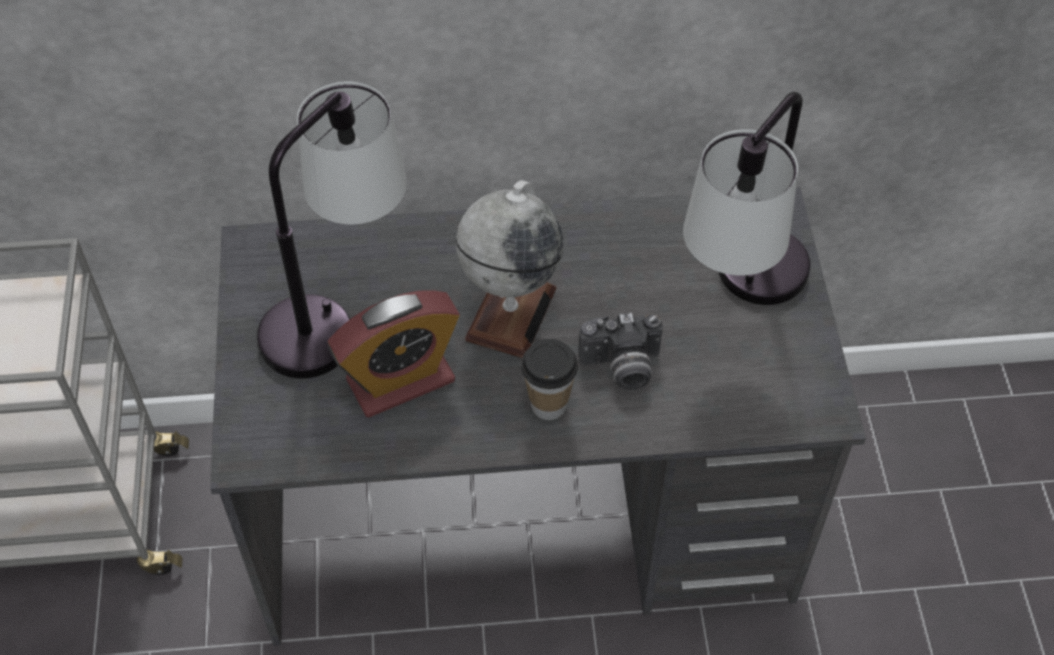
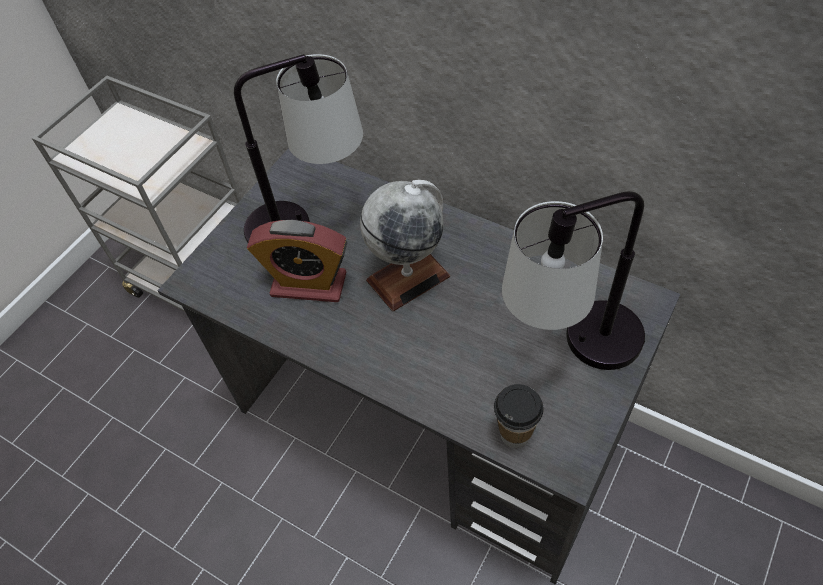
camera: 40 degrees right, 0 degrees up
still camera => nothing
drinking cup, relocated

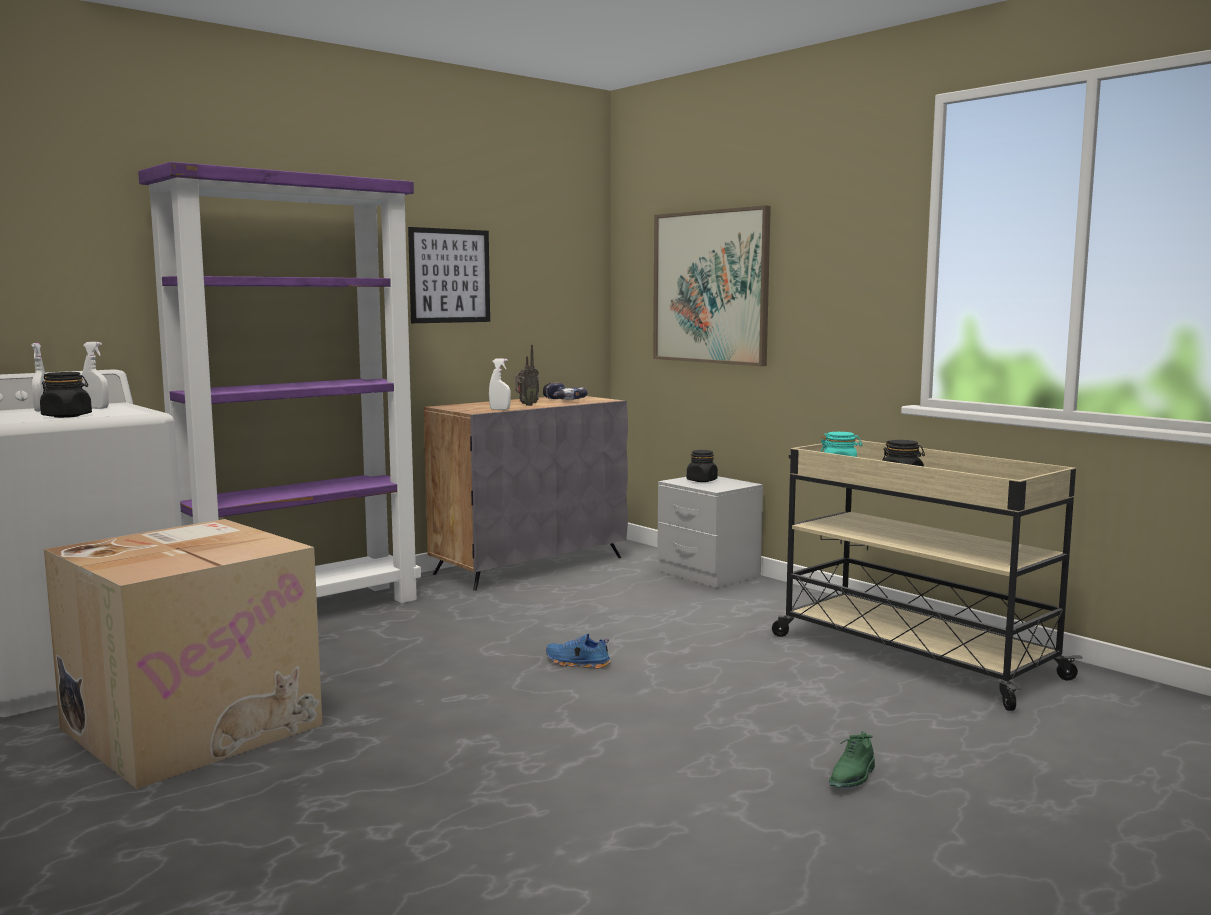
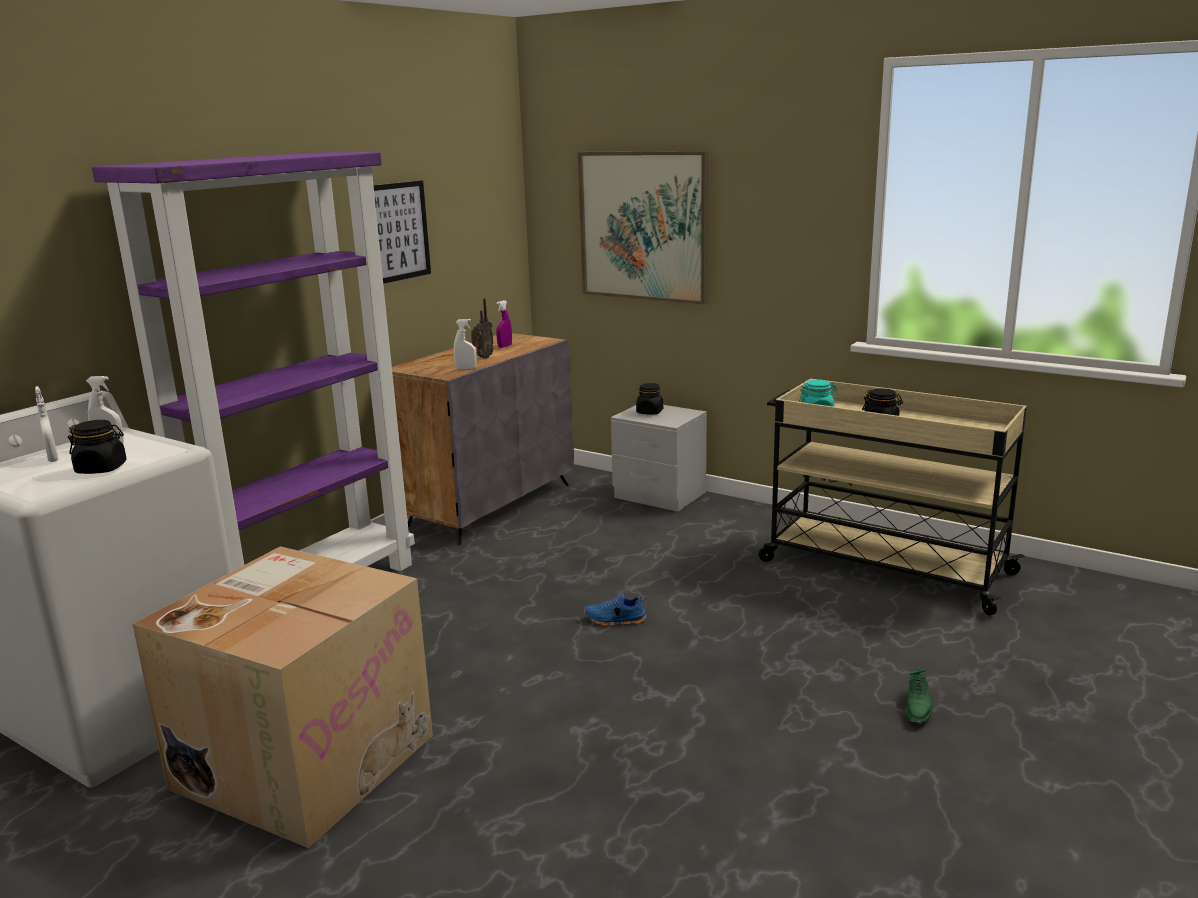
camera: 15 degrees left, 10 degrees up
power drill => purplish spray bottle

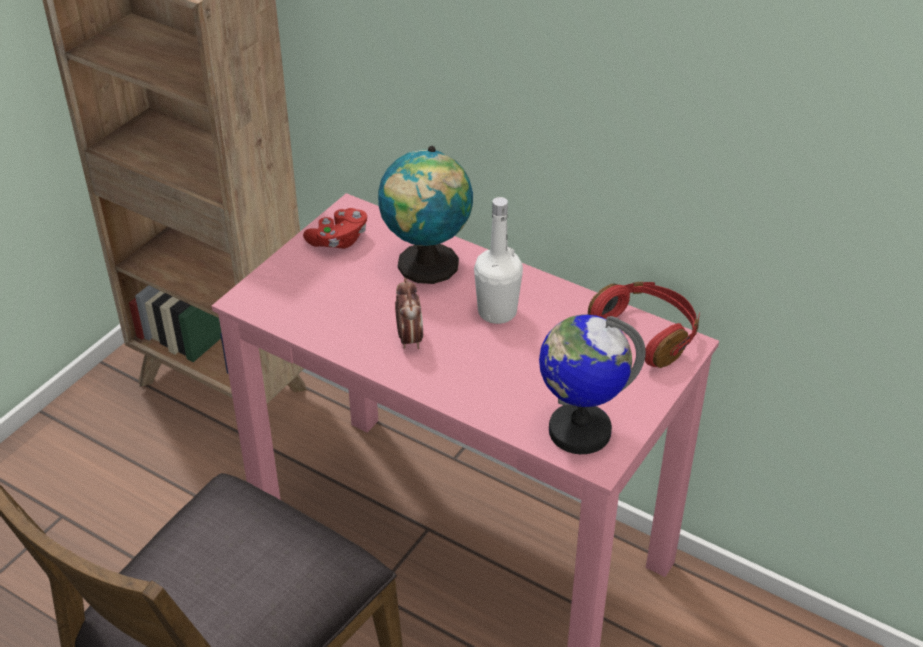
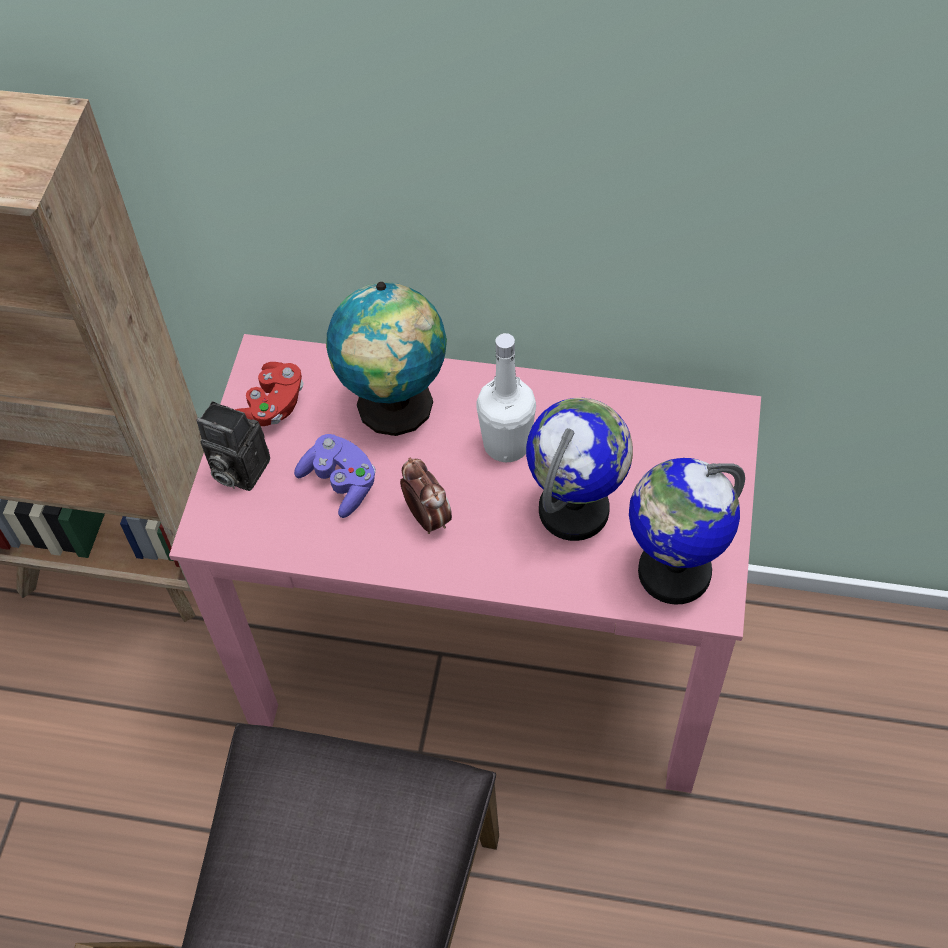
camera: 20 degrees left, 15 degrees up
red headphones => nothing
nothing => desk globe (no. 2 from left)
nothing => still camera
nothing => purplish gamepad

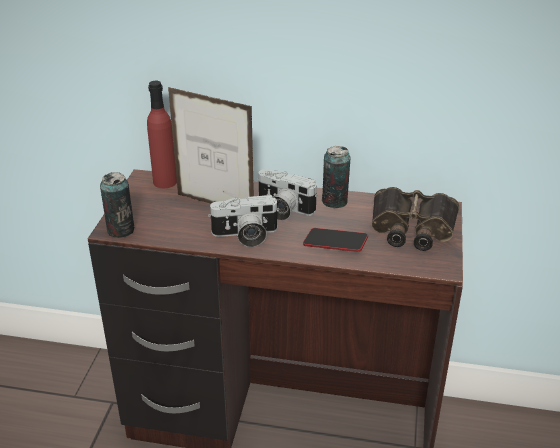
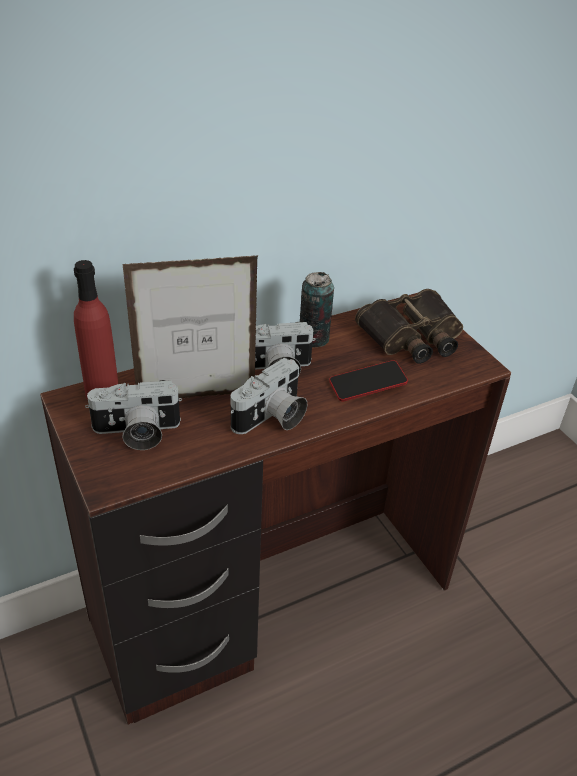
camera: 40 degrees left, 5 degrees up
metal can (no. 1 from left) => nothing
nothing => still camera (no. 1 from left)

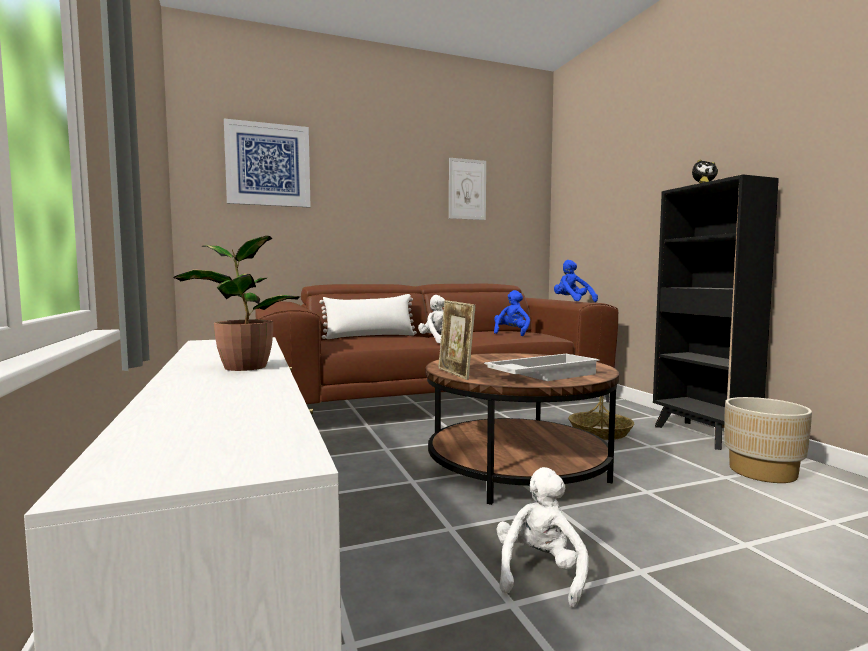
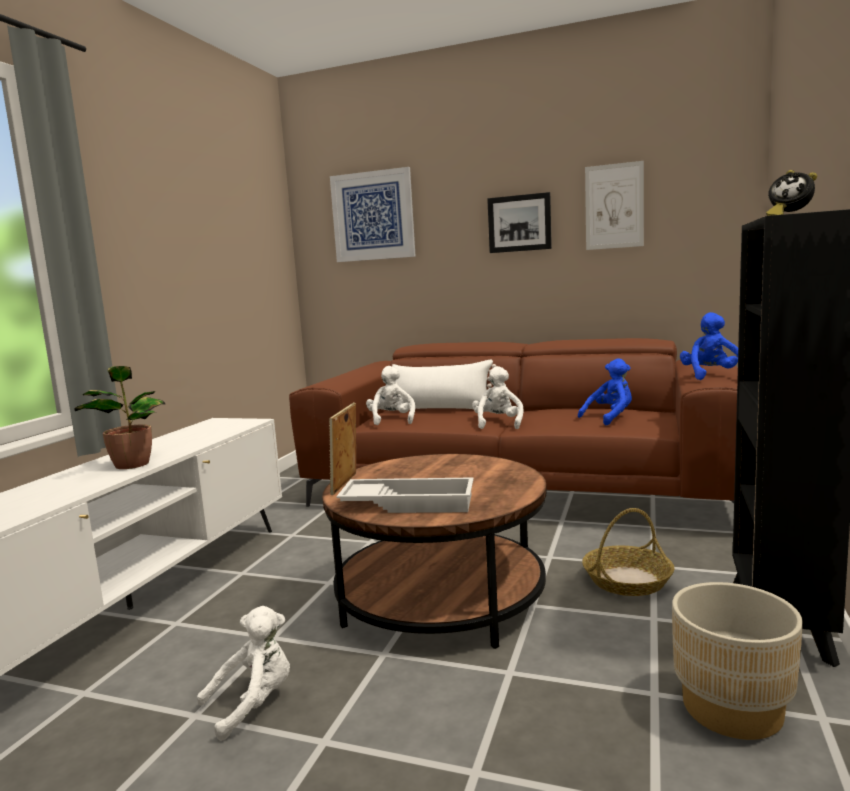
camera: 40 degrees right, 5 degrees up
nothing => wall art (no. 2 from left)
nothing => white plush toy (no. 2 from left)

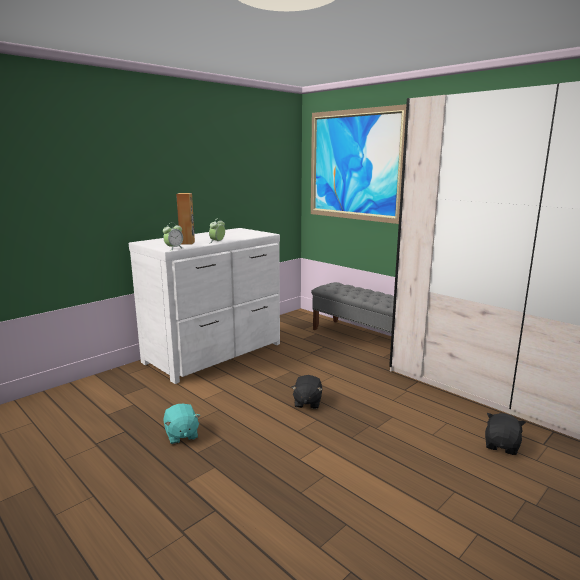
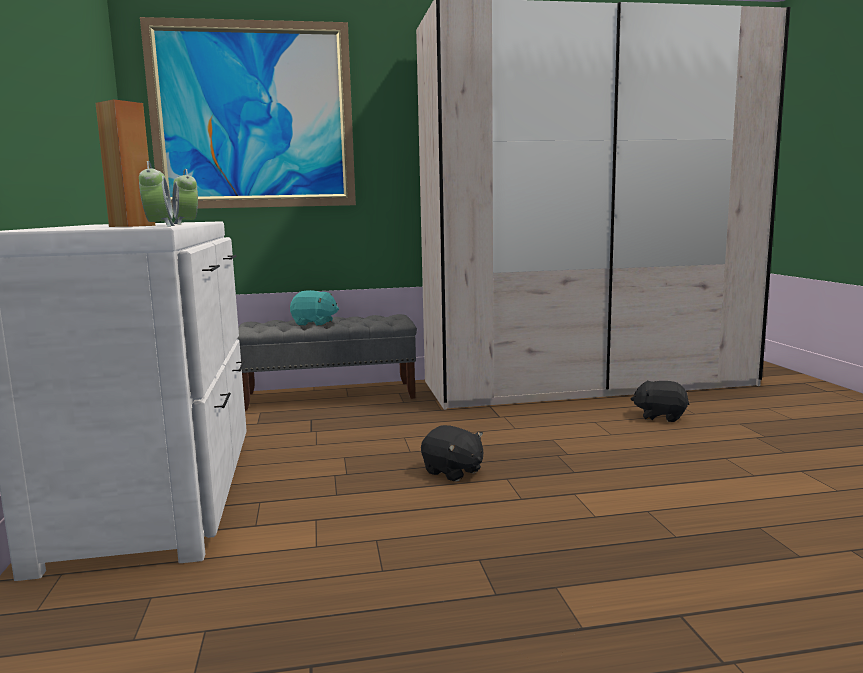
camera: 55 degrees left, 5 degrees down
blue-green plush toy, relocated
blackish plush toy (no. 2 from left), 45 degrees counterclockwise

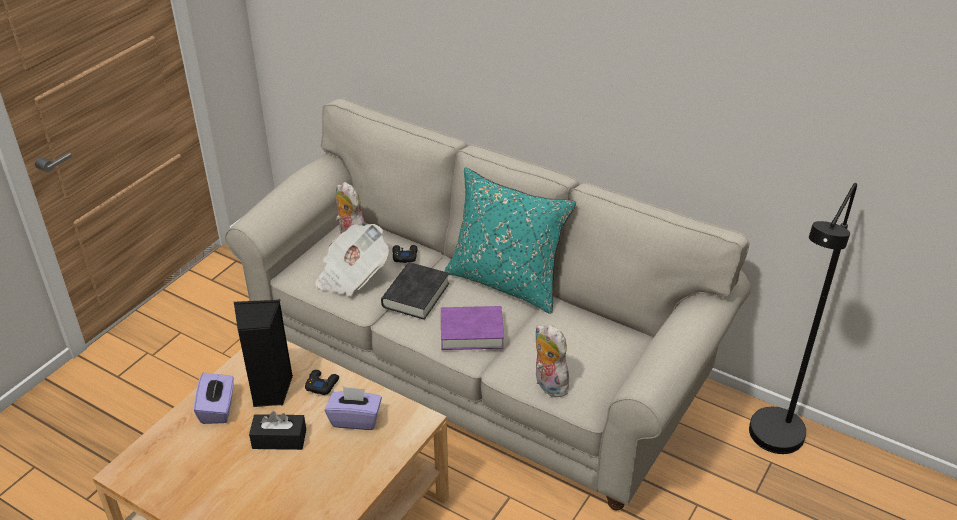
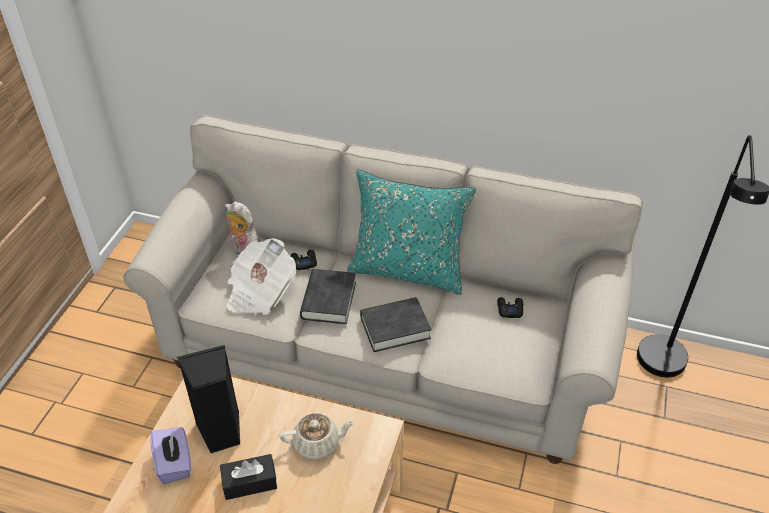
camera: 15 degrees left, 5 degrees up
purplish volume => blackish volume (no. 2 from left)
plush toy (no. 2 from left) => nothing
blackish gamepad (no. 1 from left in the first image) => blackish gamepad (no. 2 from left), relocated
purplish tissue holder (no. 2 from left) => beige teapot

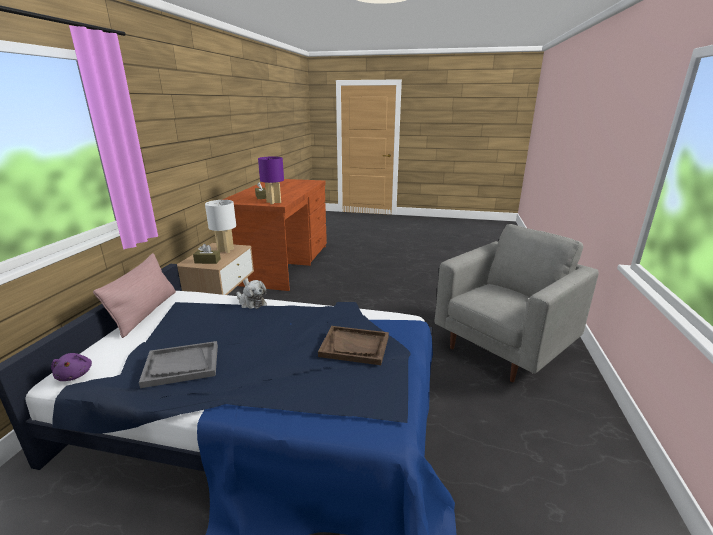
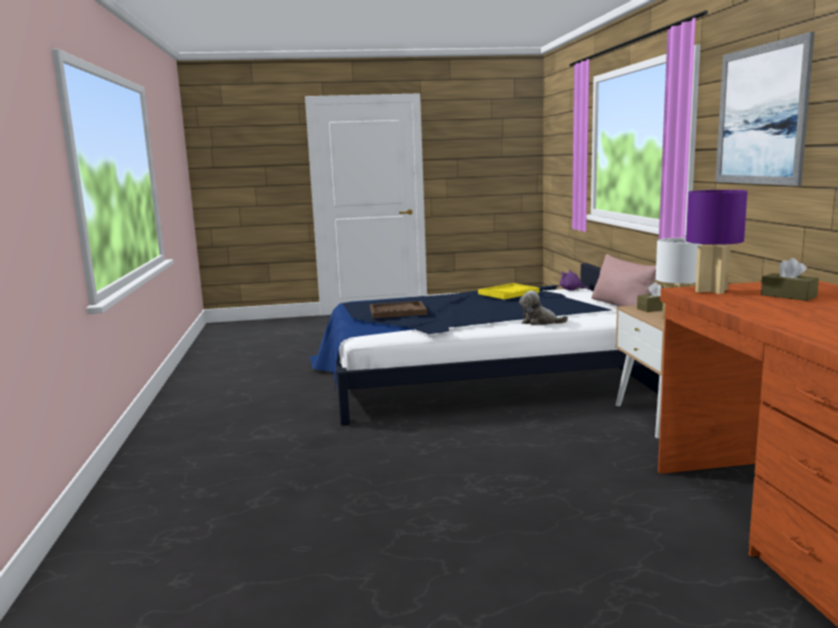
camera: 160 degrees right, 10 degrees down
grey armchair => nothing
grey tray => yellowish tray
nothing => wall art

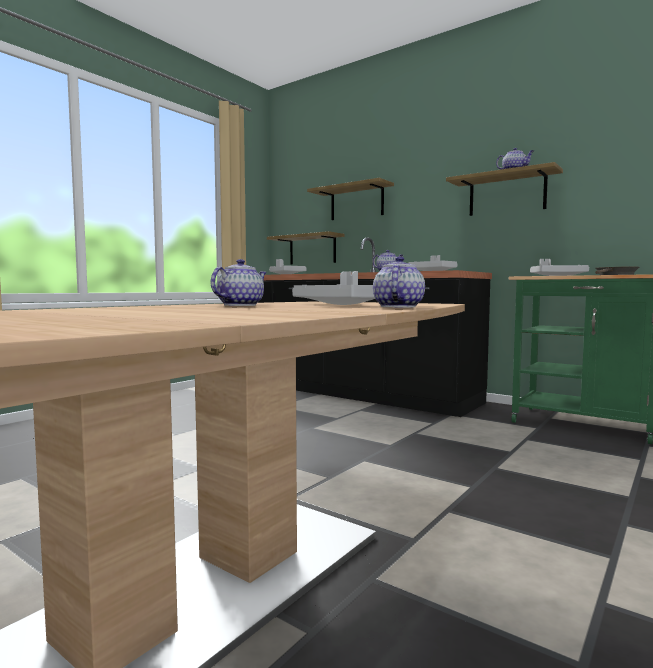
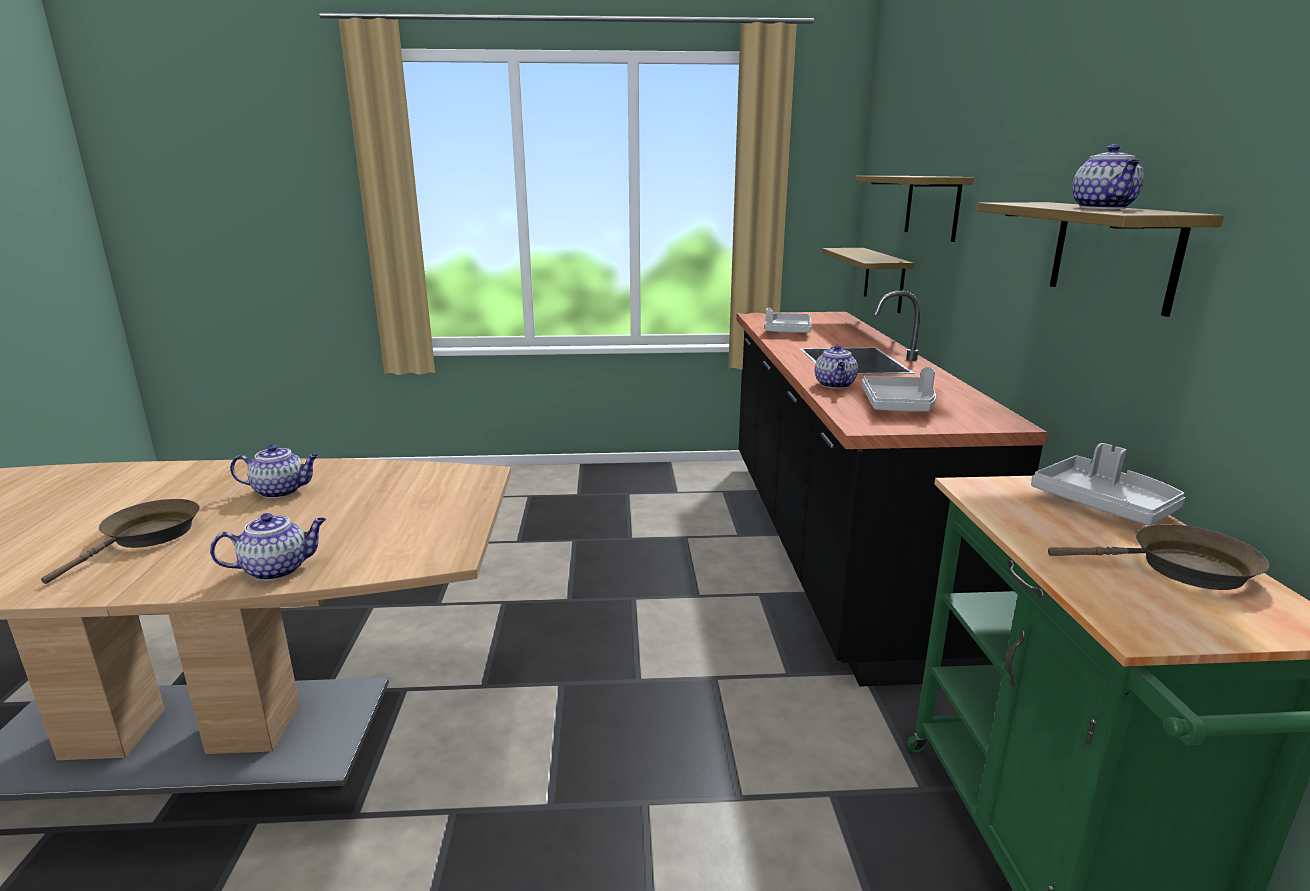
camera: 50 degrees right, 15 degrees up
grey tray (no. 2 from left) => nothing
nothing => brown pan (no. 1 from left)

